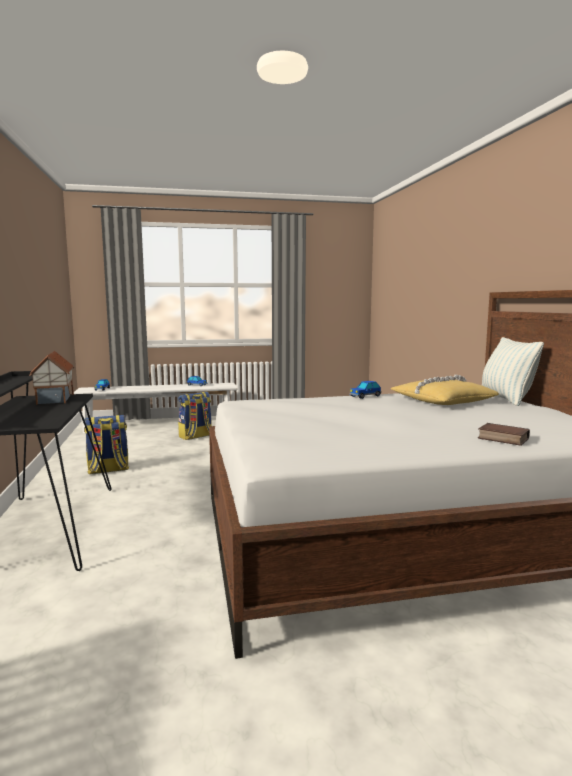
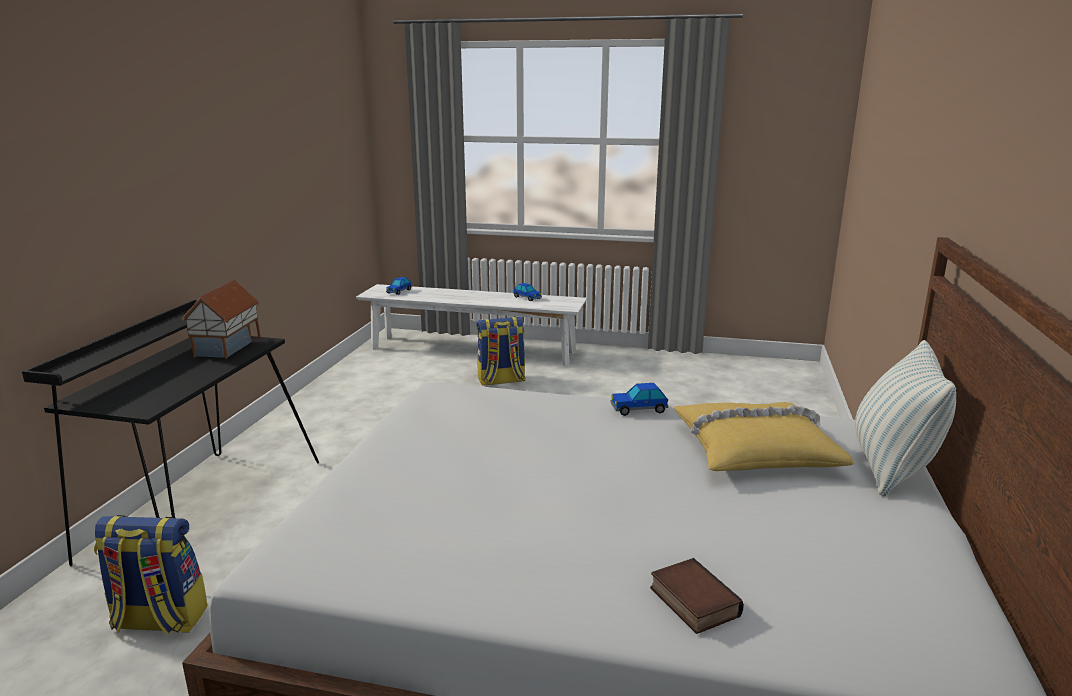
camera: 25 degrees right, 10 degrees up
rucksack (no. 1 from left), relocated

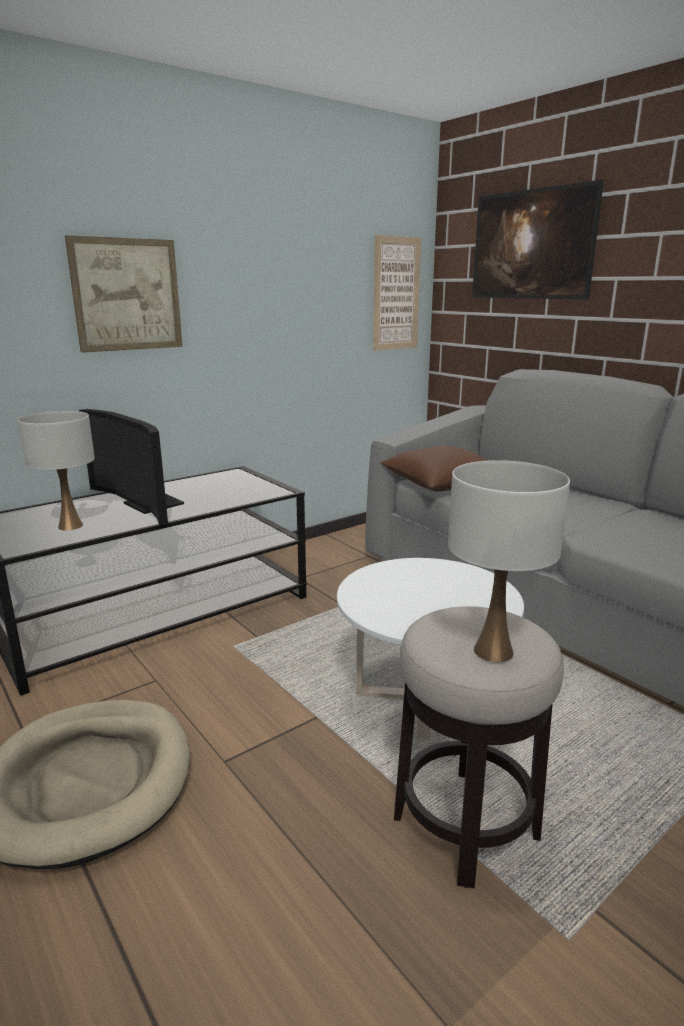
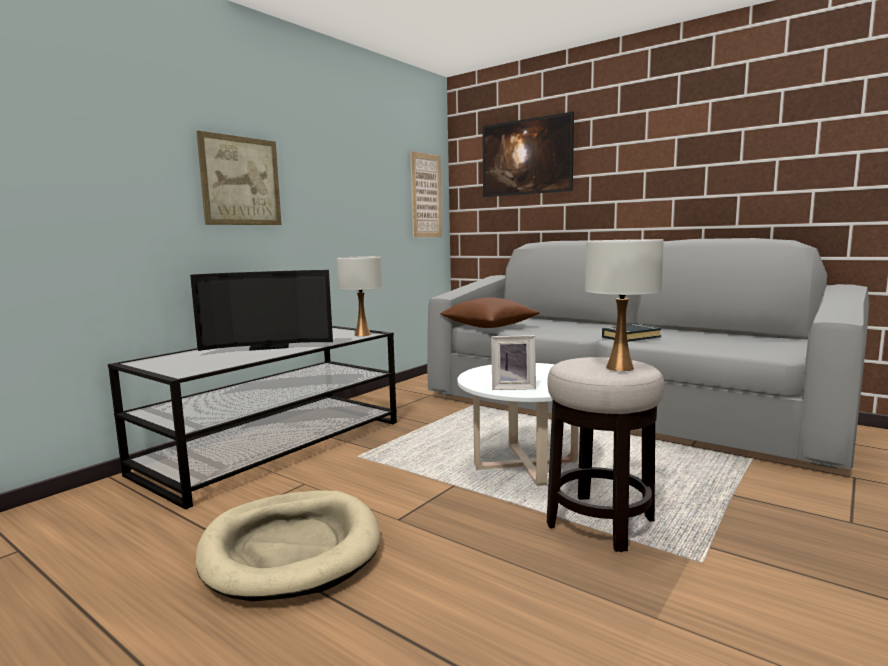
camera: 15 degrees left, 10 degrees down
TV set, 45 degrees counterclockwise
white tabletop lamp (no. 1 from left), relocated
nothing => blackish volume
nothing => photo frame

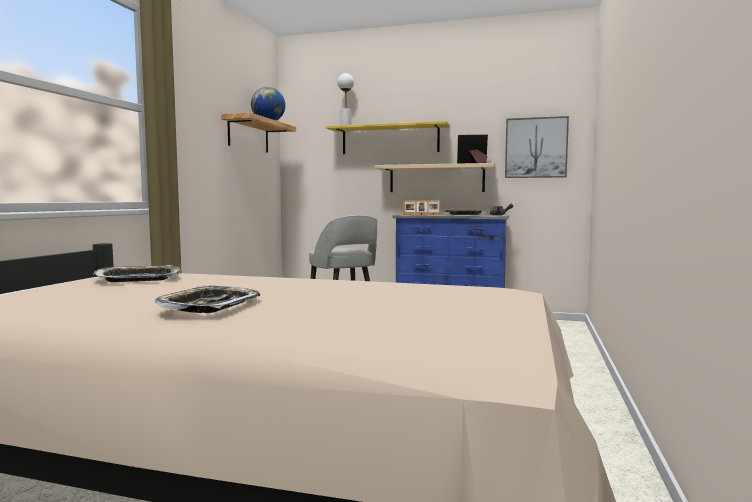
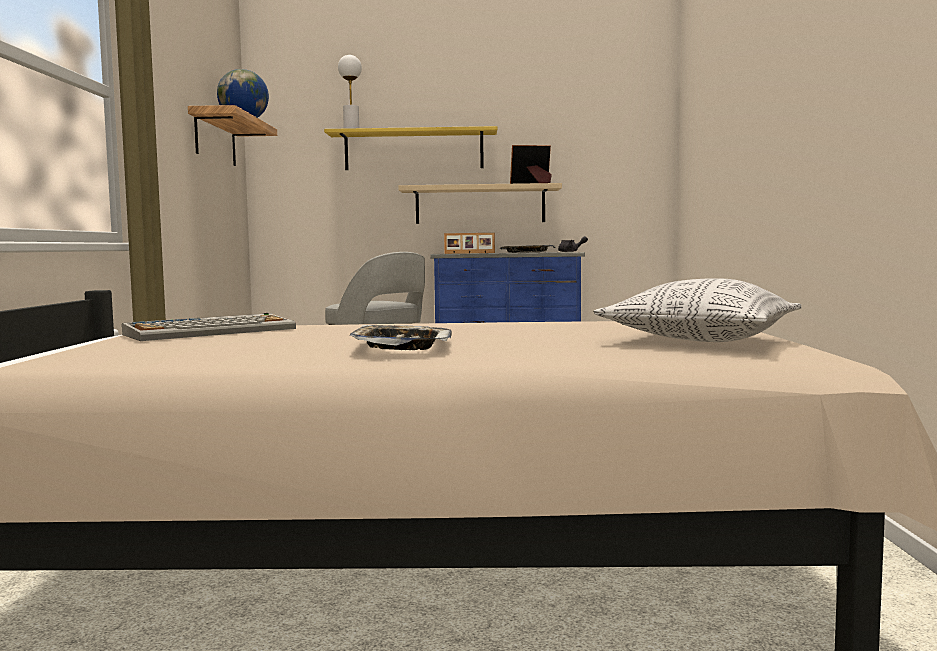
camera: 15 degrees left, 0 degrees up
wall art => nothing
tray (no. 1 from left) => computer keyboard
nothing => cushion

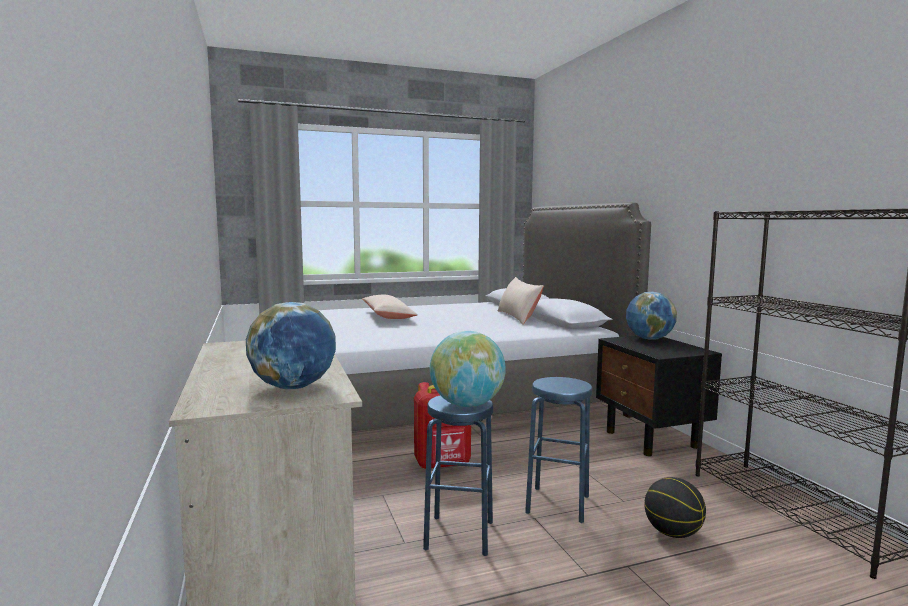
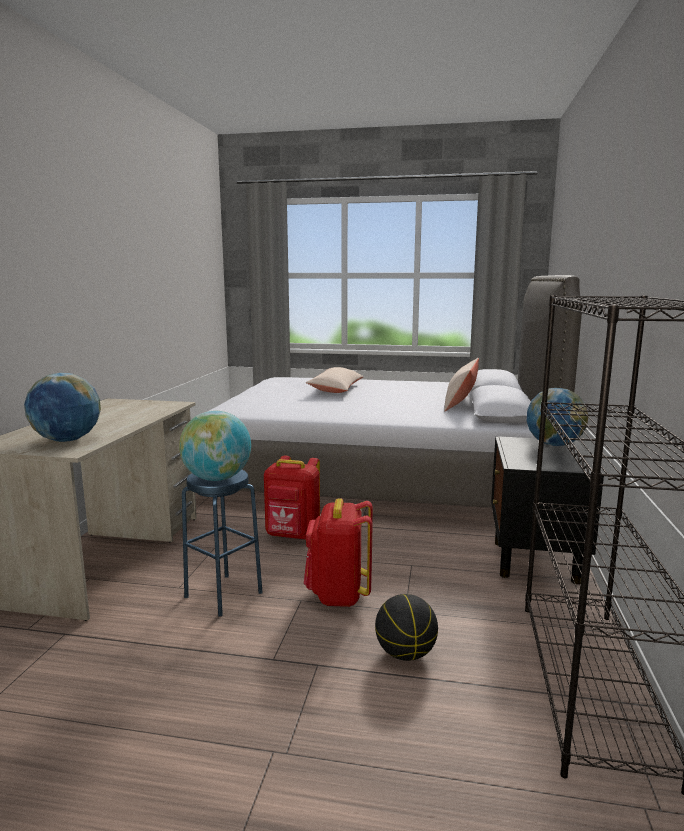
camera: 30 degrees right, 5 degrees up
blue stool seat (no. 2 from left) => red rucksack (no. 2 from left)

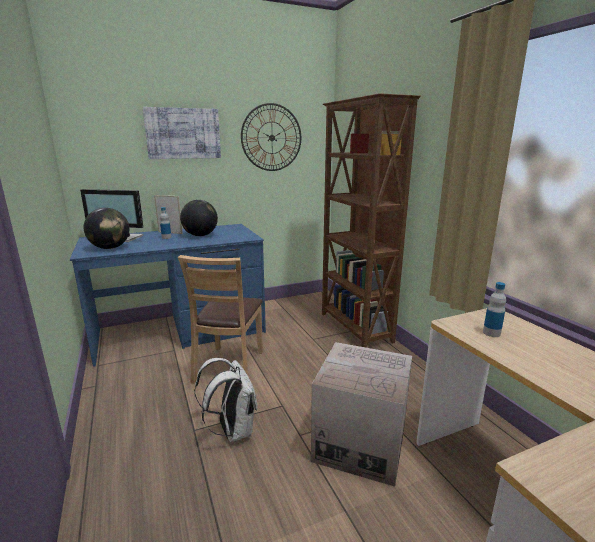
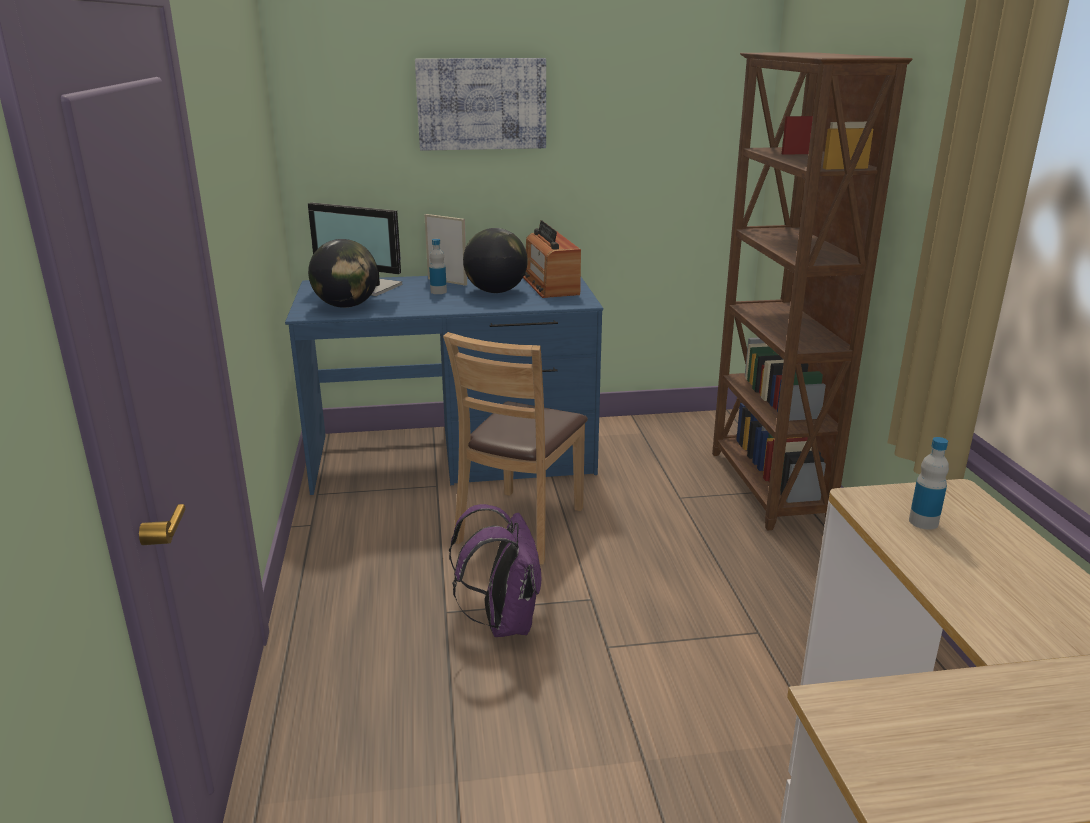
camera: 15 degrees right, 5 degrees up
wall clock => nothing
carton => nothing
white rucksack => purplish rucksack
nothing => radio receiver

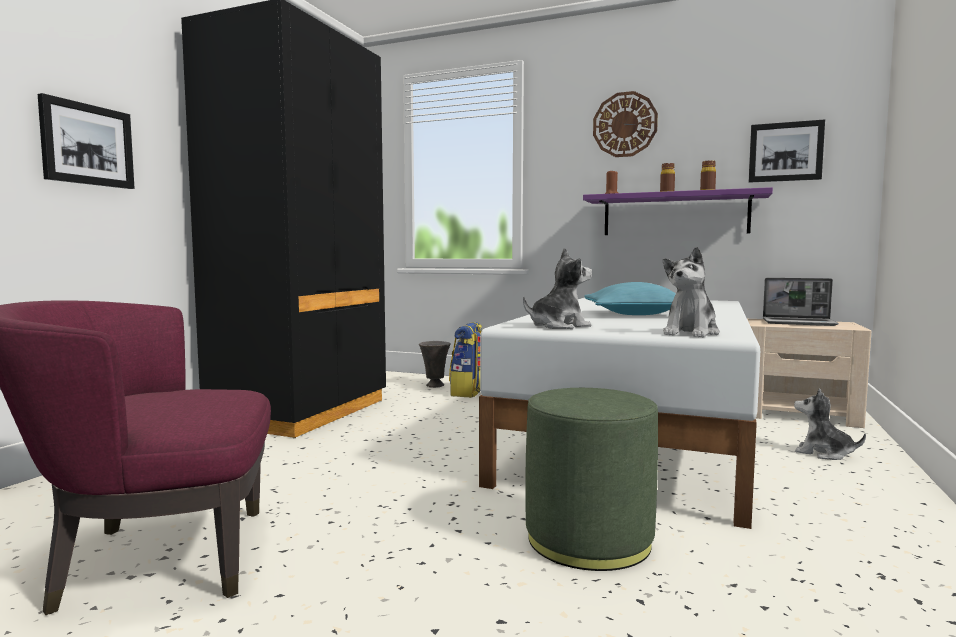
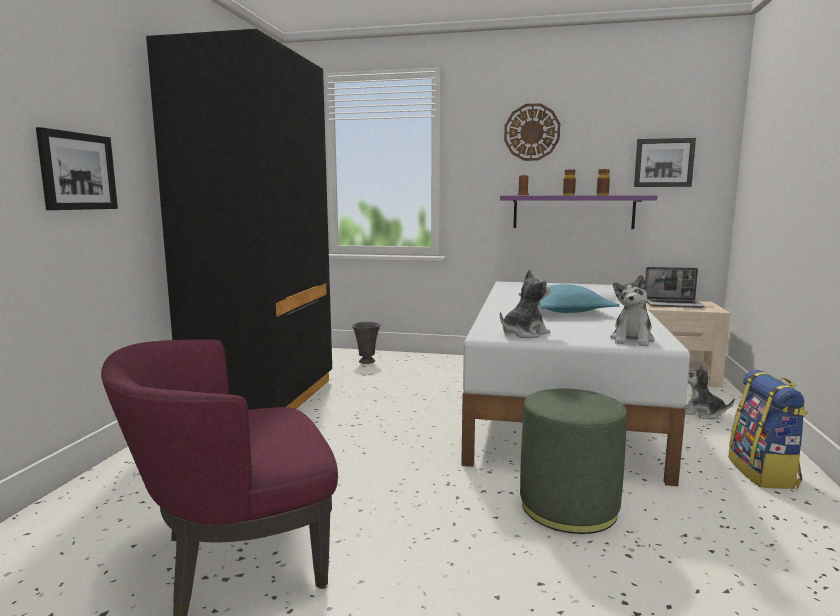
camera: 10 degrees left, 5 degrees up
rucksack, relocated

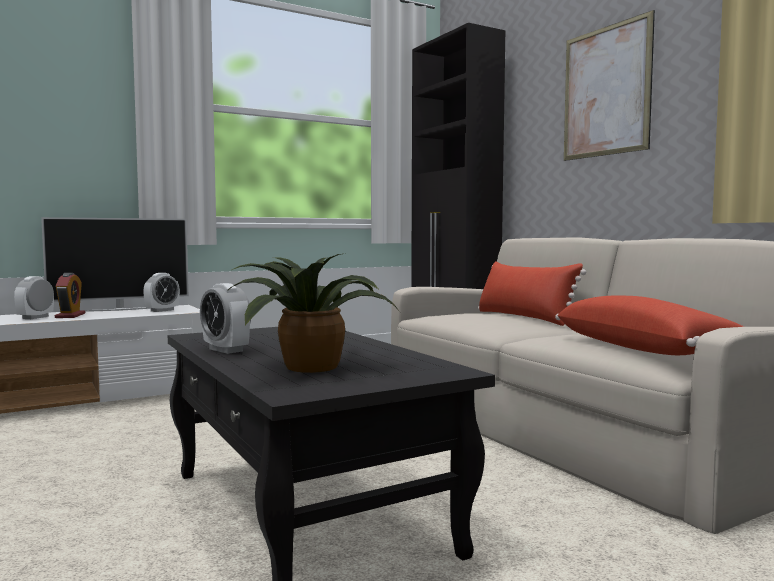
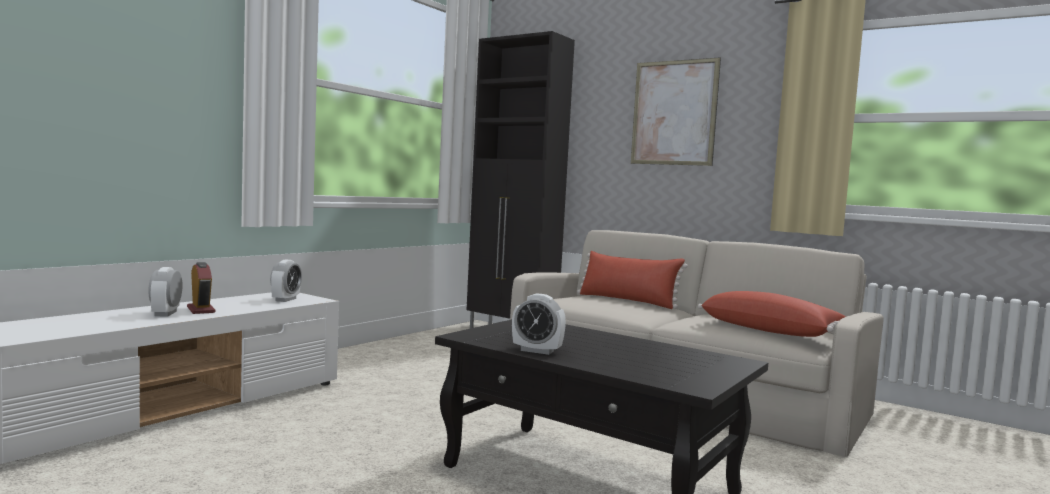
camera: 25 degrees left, 0 degrees up
TV set => nothing
plant in a pot => nothing

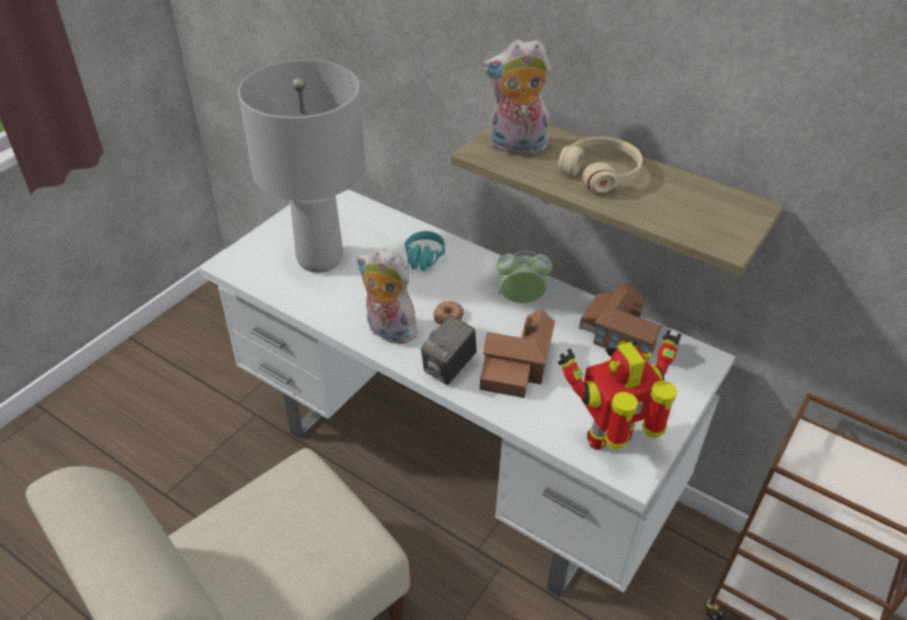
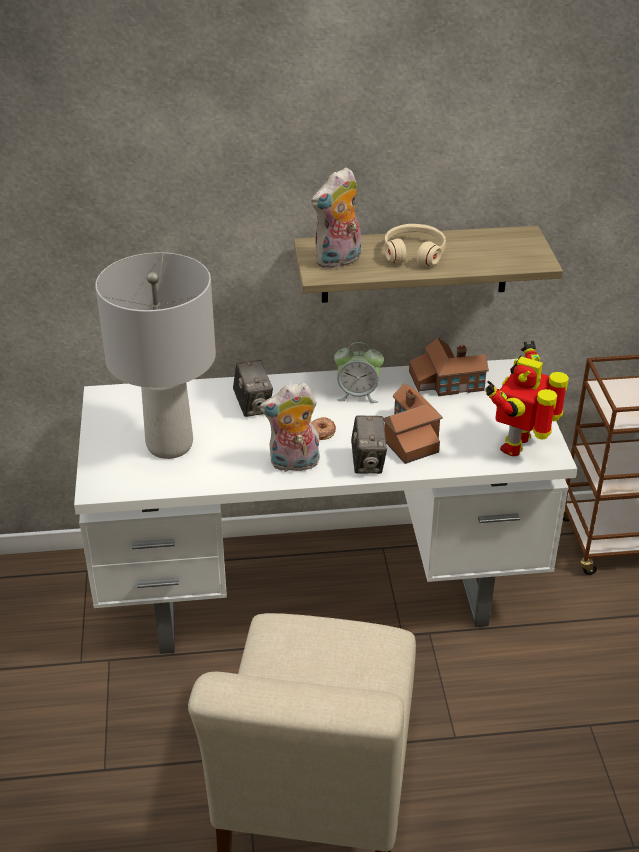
camera: 40 degrees left, 5 degrees down
blue-green headphones => still camera (no. 1 from left)
table clock, 135 degrees counterclockwise

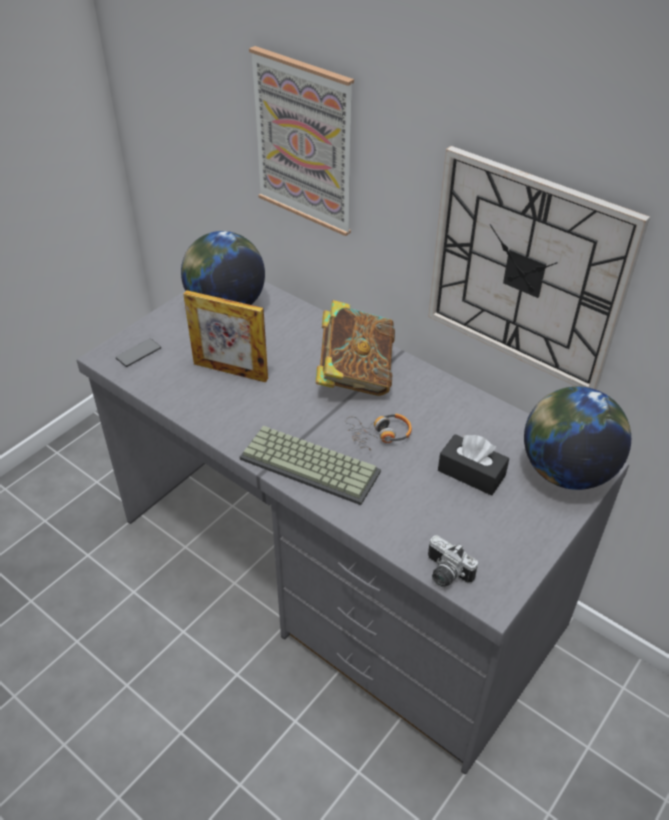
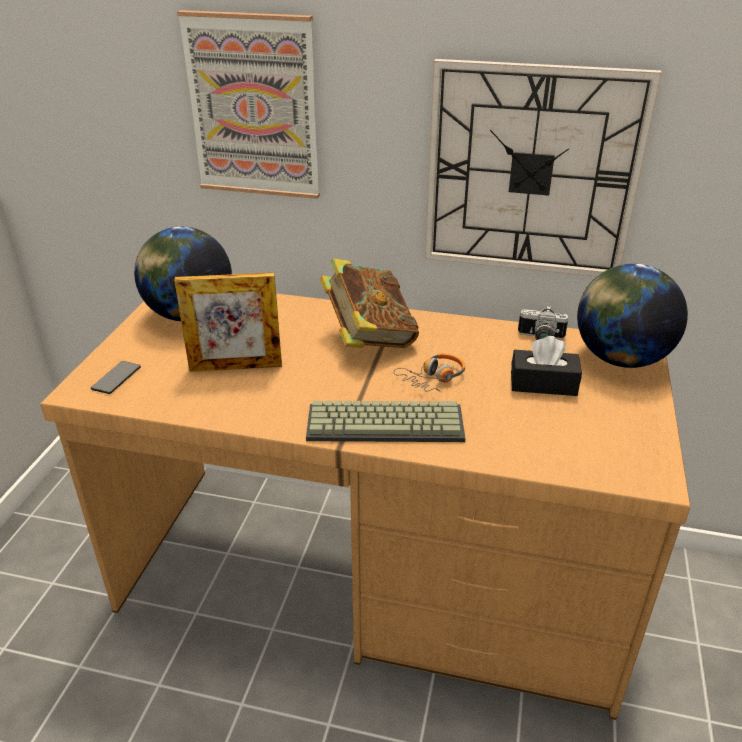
camera: 25 degrees left, 10 degrees down
grey desk table => brown desk table
still camera, relocated

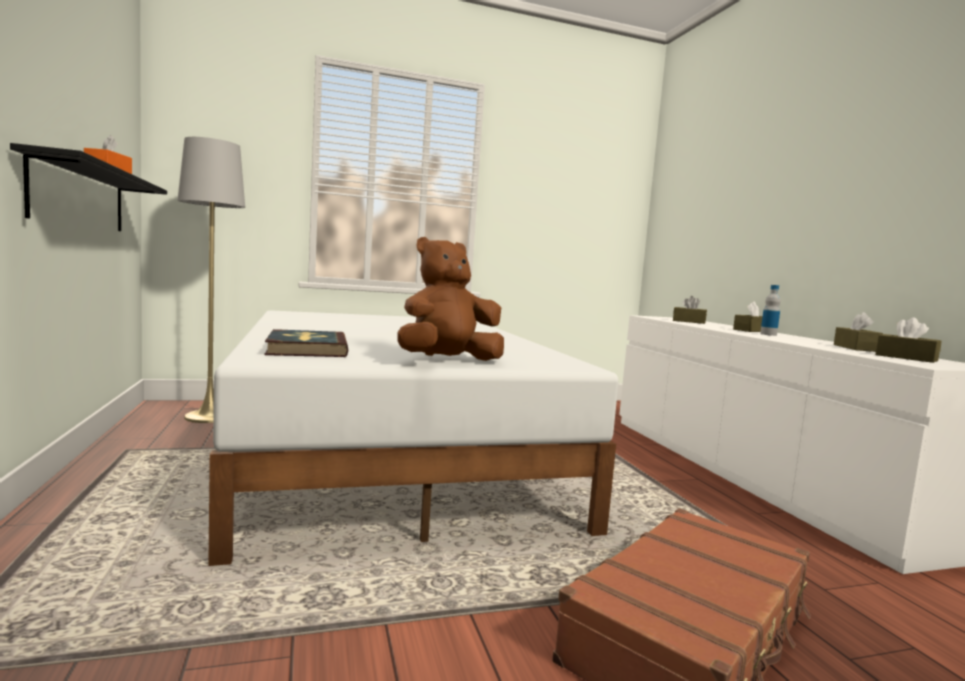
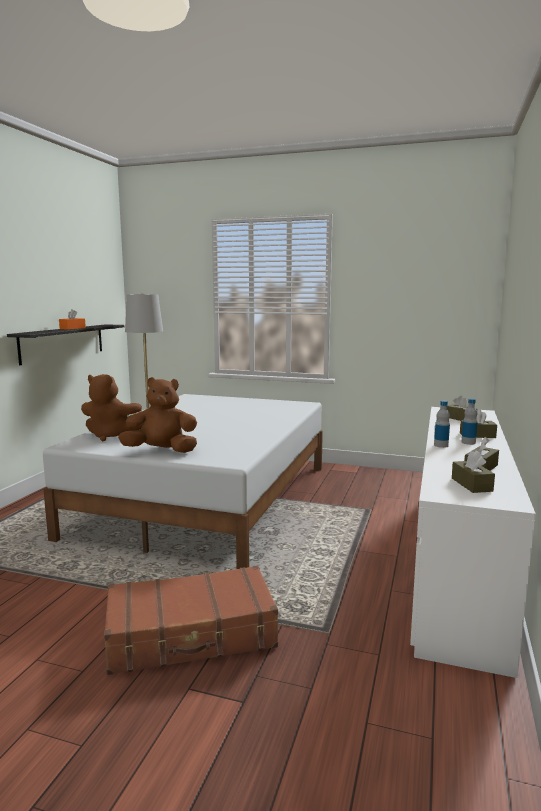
camera: 35 degrees right, 5 degrees up
volume => brown plush toy (no. 1 from left)
nothing => bottle (no. 1 from left)

